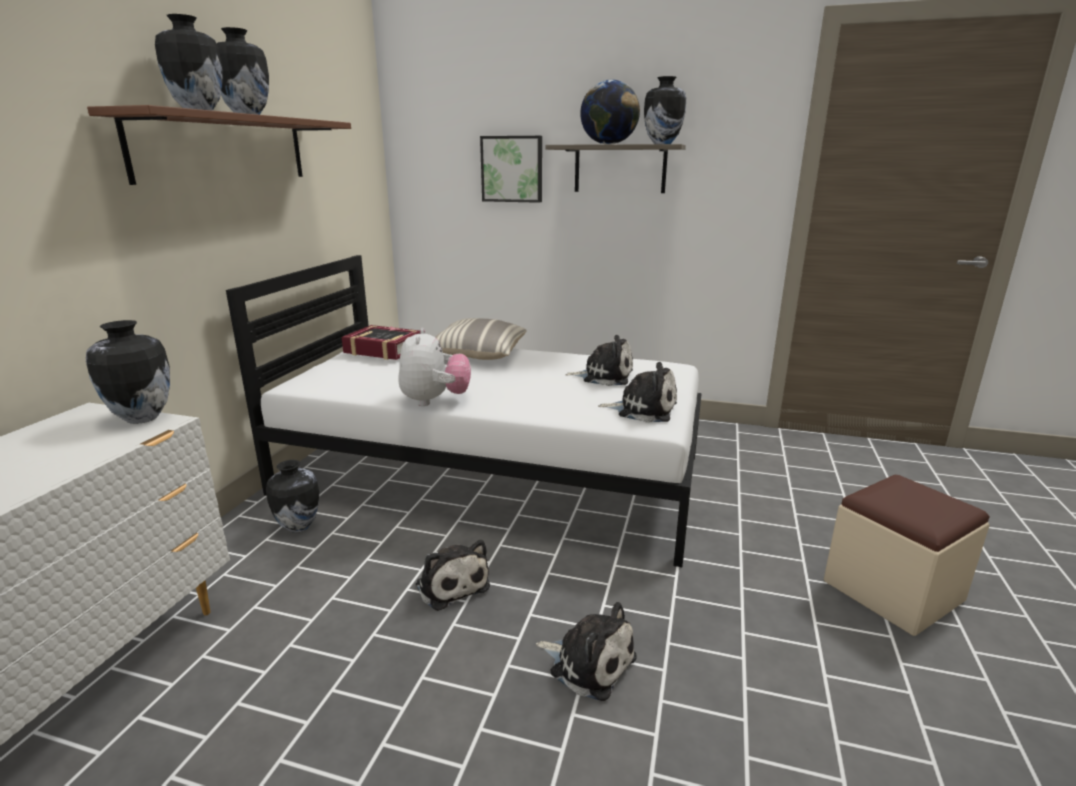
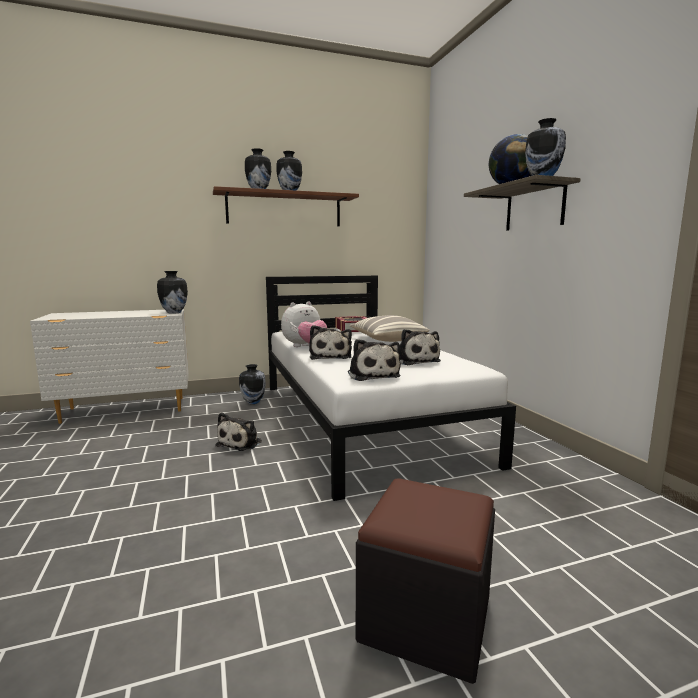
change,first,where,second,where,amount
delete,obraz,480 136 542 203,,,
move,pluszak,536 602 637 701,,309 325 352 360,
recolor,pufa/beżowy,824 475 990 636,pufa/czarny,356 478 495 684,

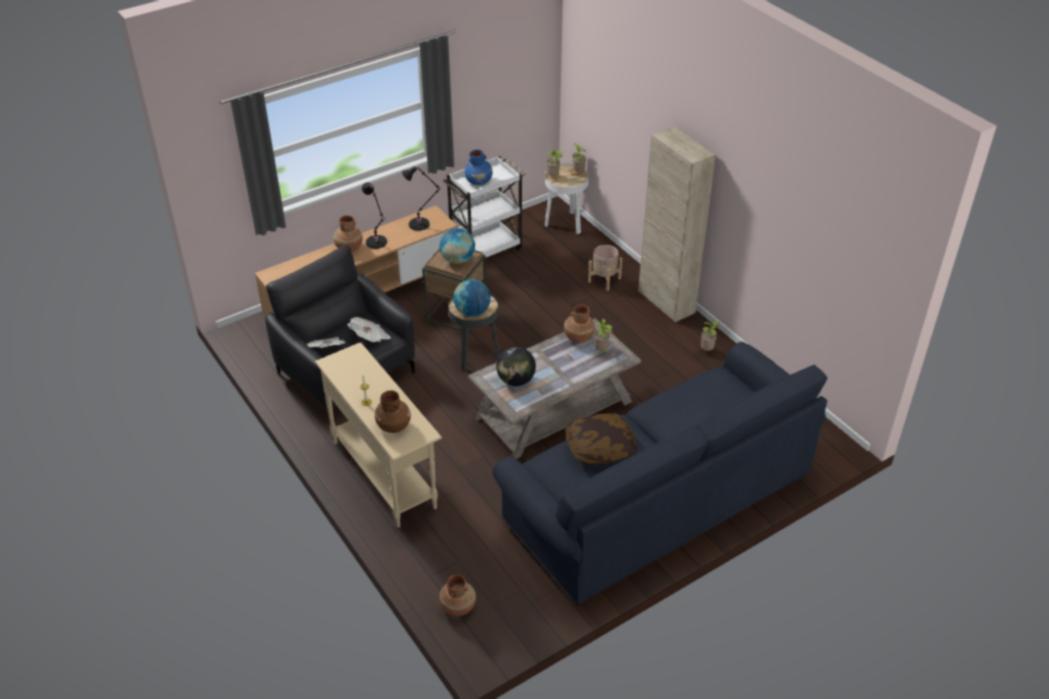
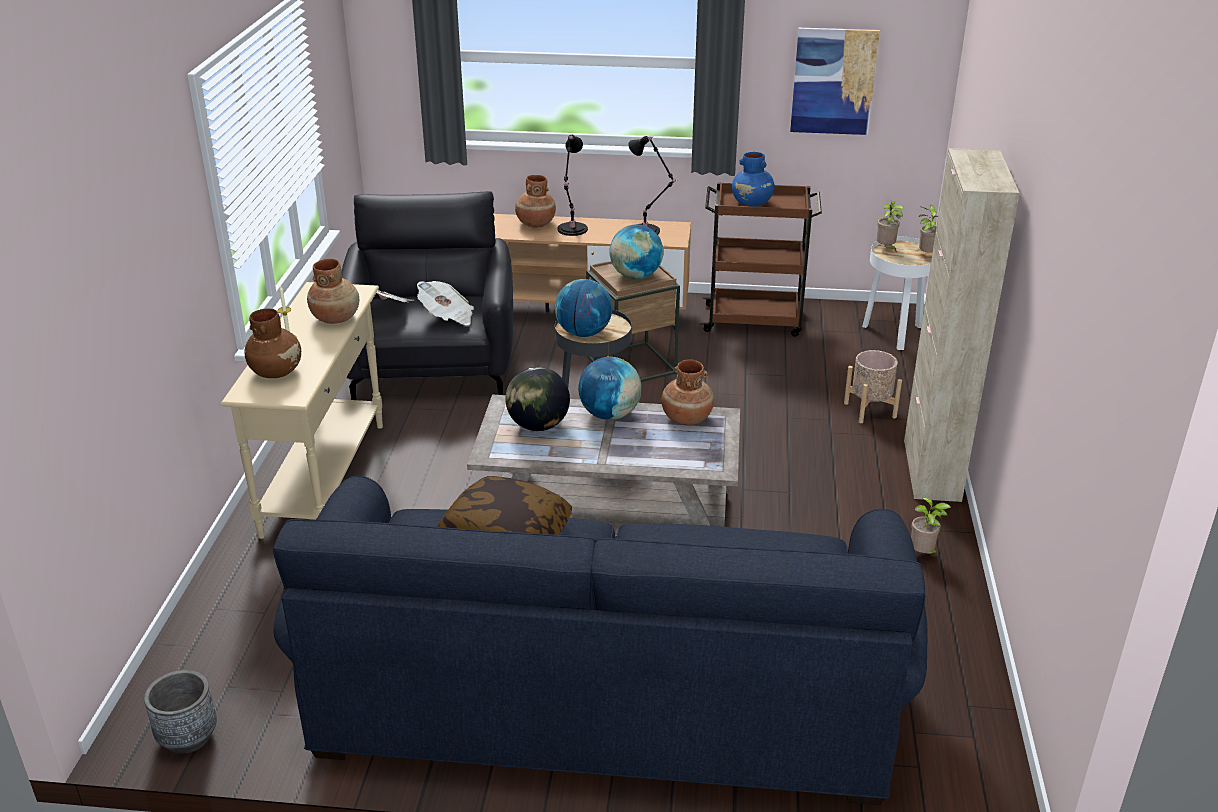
change,first,where,second,where,amount
delete,roślina doniczkowa,593 319 612 355,,,
insert,,,donica/szary,144 670 217 754,
insert,,,globus,578 357 642 420,
insert,,,obraz,790 28 880 135,
move,wazon/brązowy,439 574 476 616,,307 259 359 324,
recolor,wózek/biały,443 156 525 258,wózek/brązowy,700 182 822 337,

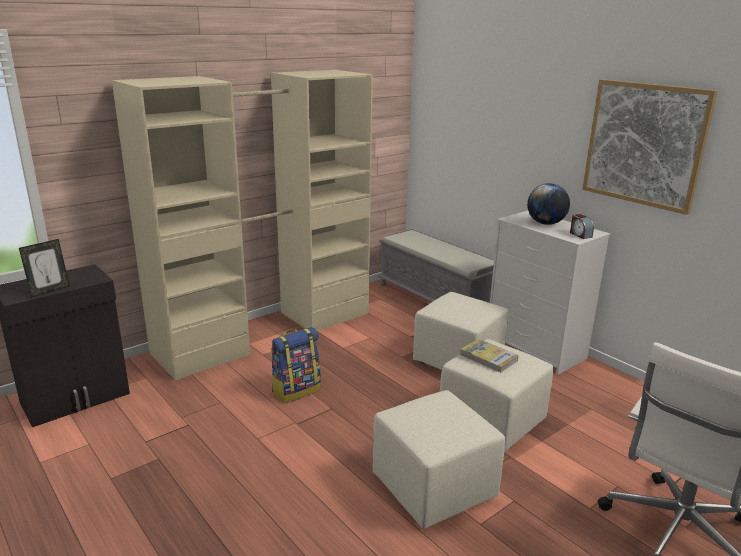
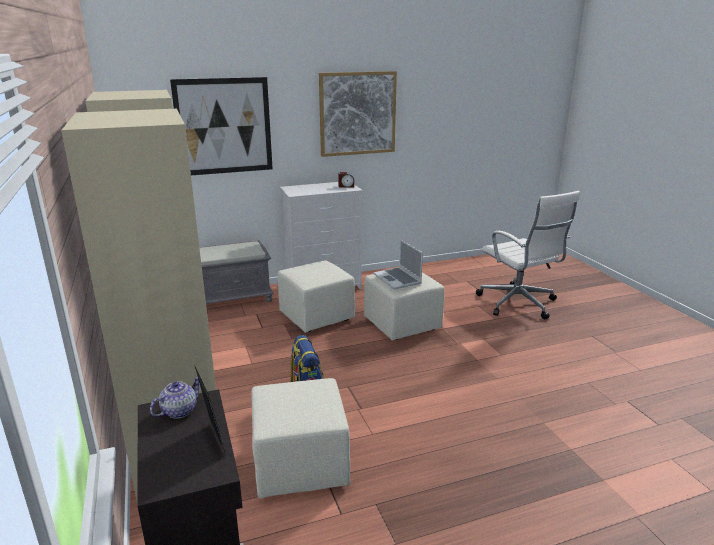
change,first,where,second,where,amount
delete,globus,527 183 570 225,,,
insert,,,imbryk,150 377 202 419,
insert,,,obraz,170 77 273 175,
move,pufa/beżowy,373 390 505 529,,251 378 350 499,
replace,książka,460 339 519 373,laptop,374 240 423 290,

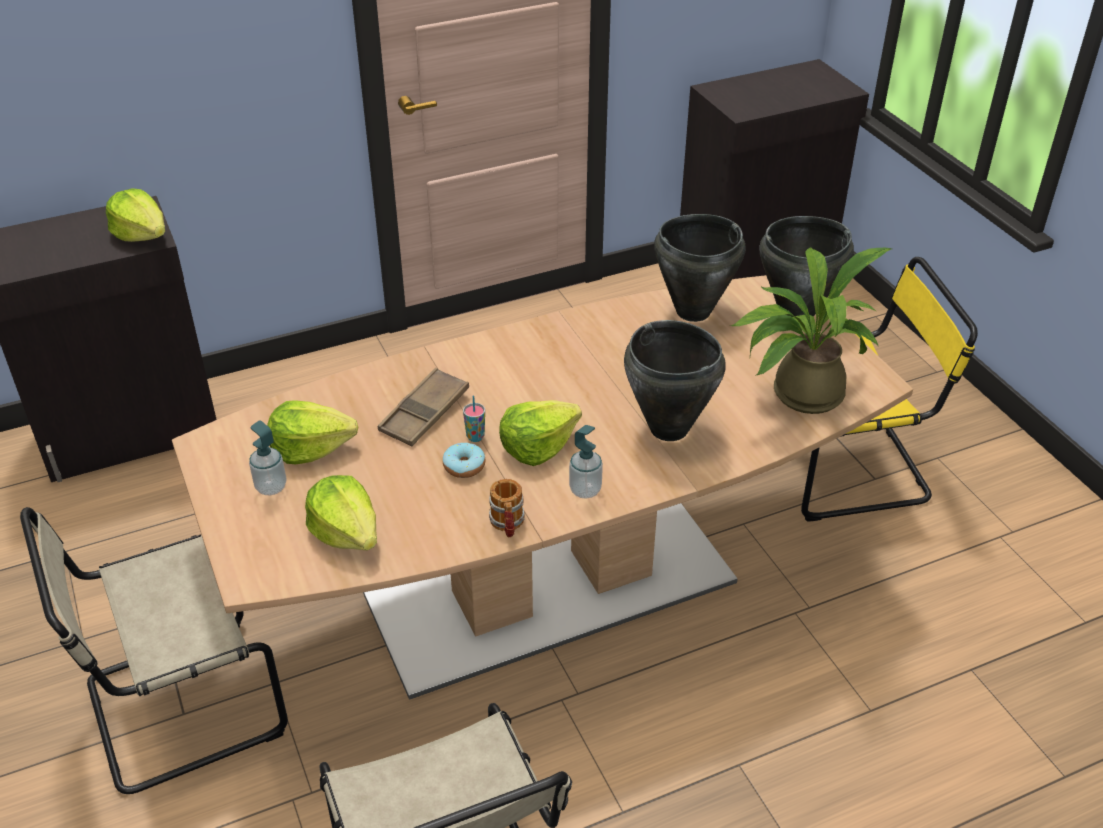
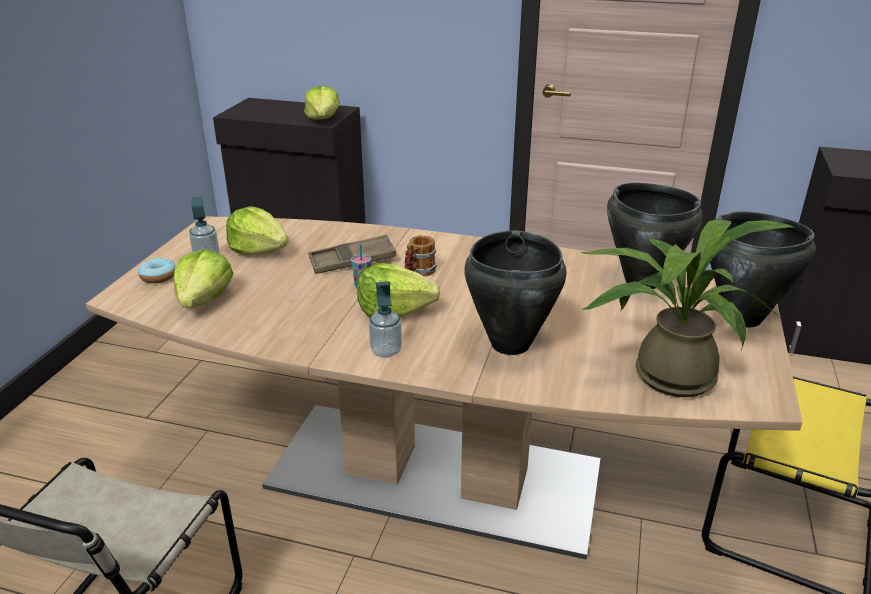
change,first,where,second,where,amount
delete,krzesło/beżowy,20 507 288 794,,,
move,donut,443 443 485 478,,138 258 175 283,
move,kubek,489 479 525 537,,405 235 437 277,

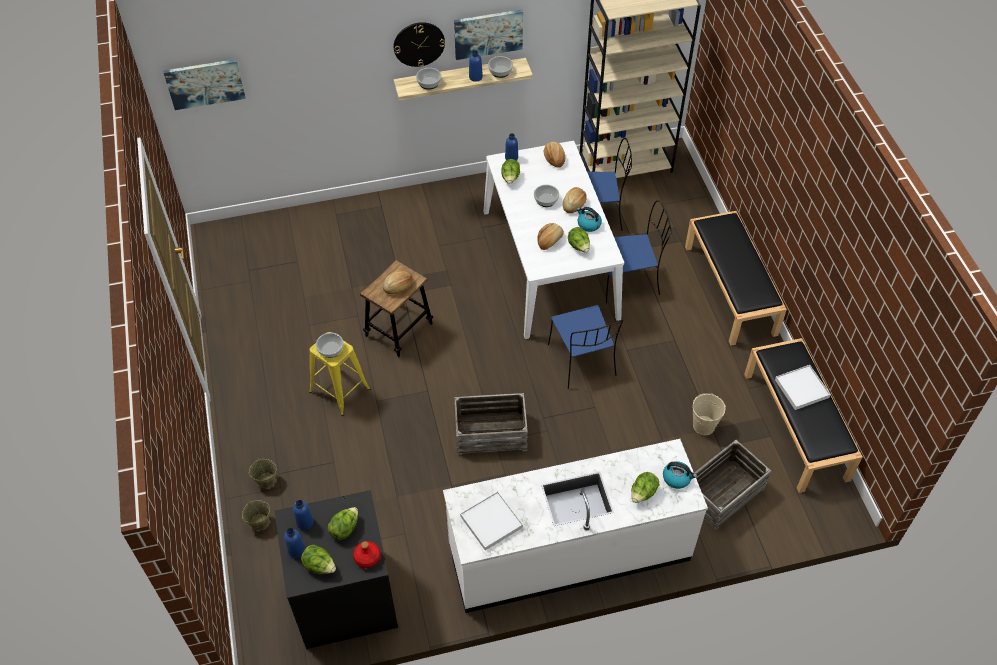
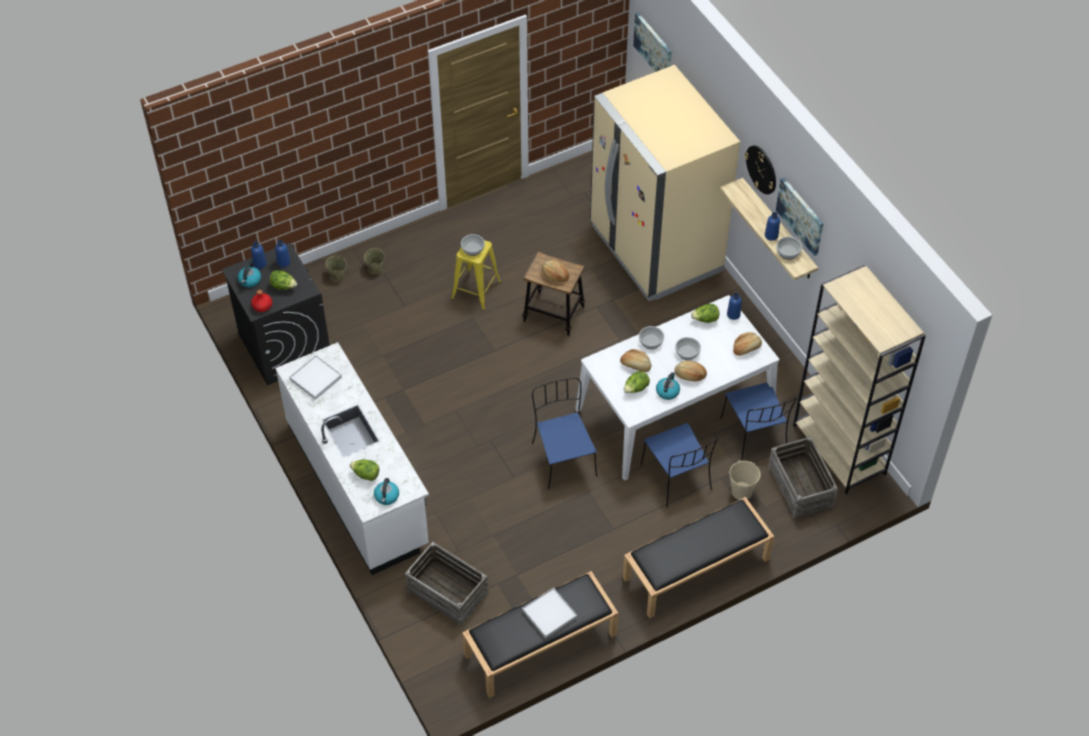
change,first,where,second,where,amount
insert,,,lodówka/beżowy,590 65 740 301,
move,miska,416 68 441 90,,639 326 664 349,
move,skrzynka,454 393 528 455,,768 437 838 519,
move,wiadro/beżowy,692 393 726 435,,730 460 761 500,
replace,sałata,301 545 336 574,czajnik,238 262 261 287,
rotate,krzesło/niebieski,548 305 623 389,,532 377 597 489,105 degrees clockwise

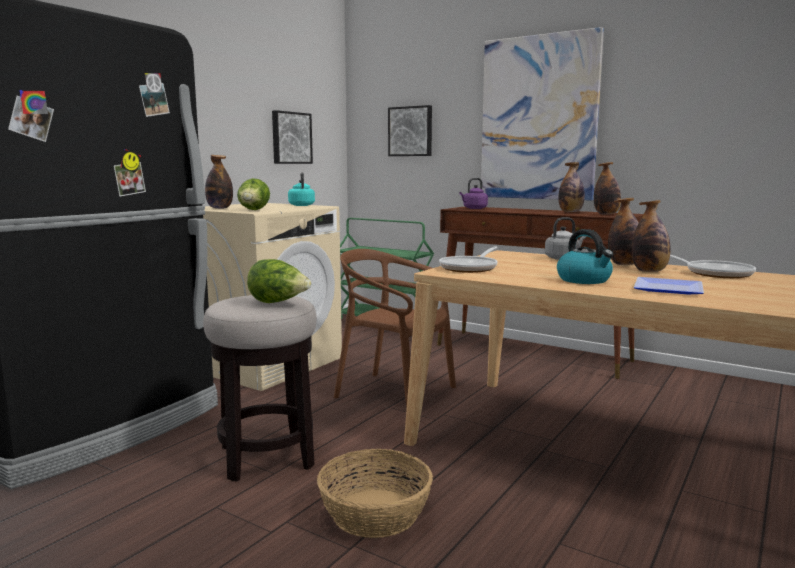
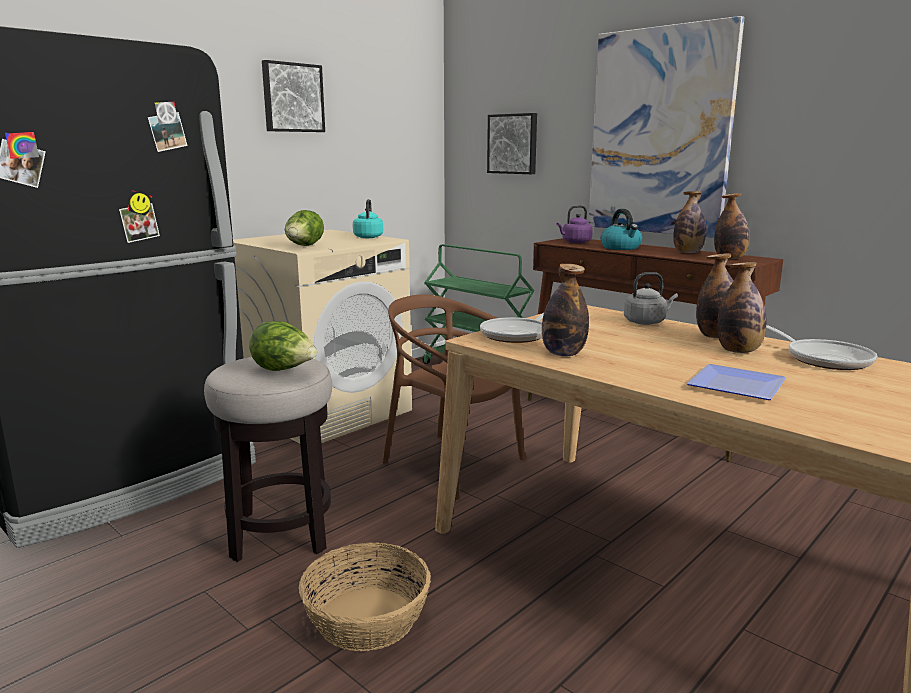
change,first,where,second,where,amount
move,butelka,205 155 233 209,,542 264 589 357,
move,obraz,272 110 313 164,,262 60 325 132,
move,czajnik,557 229 614 284,,601 209 642 250,

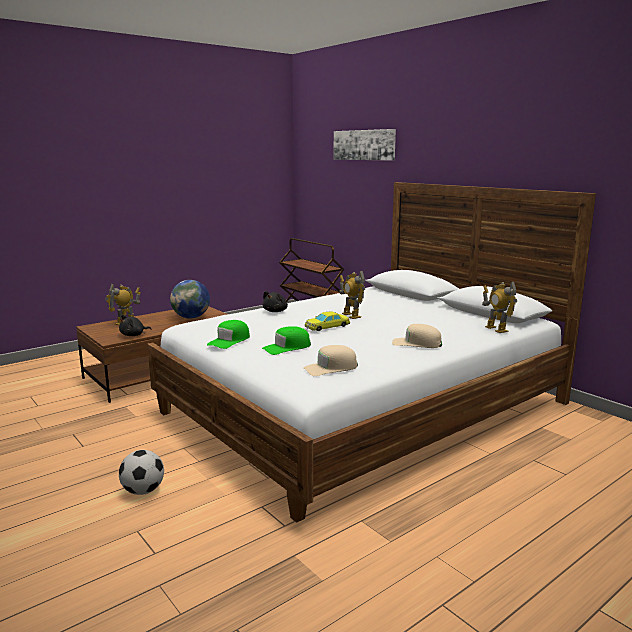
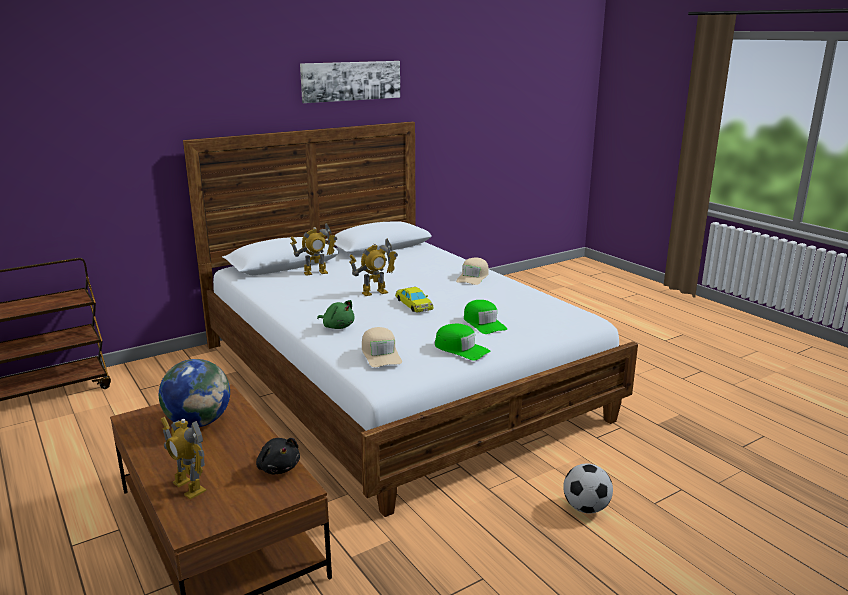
change,first,where,second,where,amount
move,czapka z daszkiem/beżowy,303 345 358 376,,362 327 402 367,
move,obraz,333 129 396 161,,300 61 400 103,
move,robot zabawkowy,482 282 517 333,,290 223 337 276,
recolor,pluszak/czarny,263 291 288 312,pluszak/zielony,317 300 355 329,

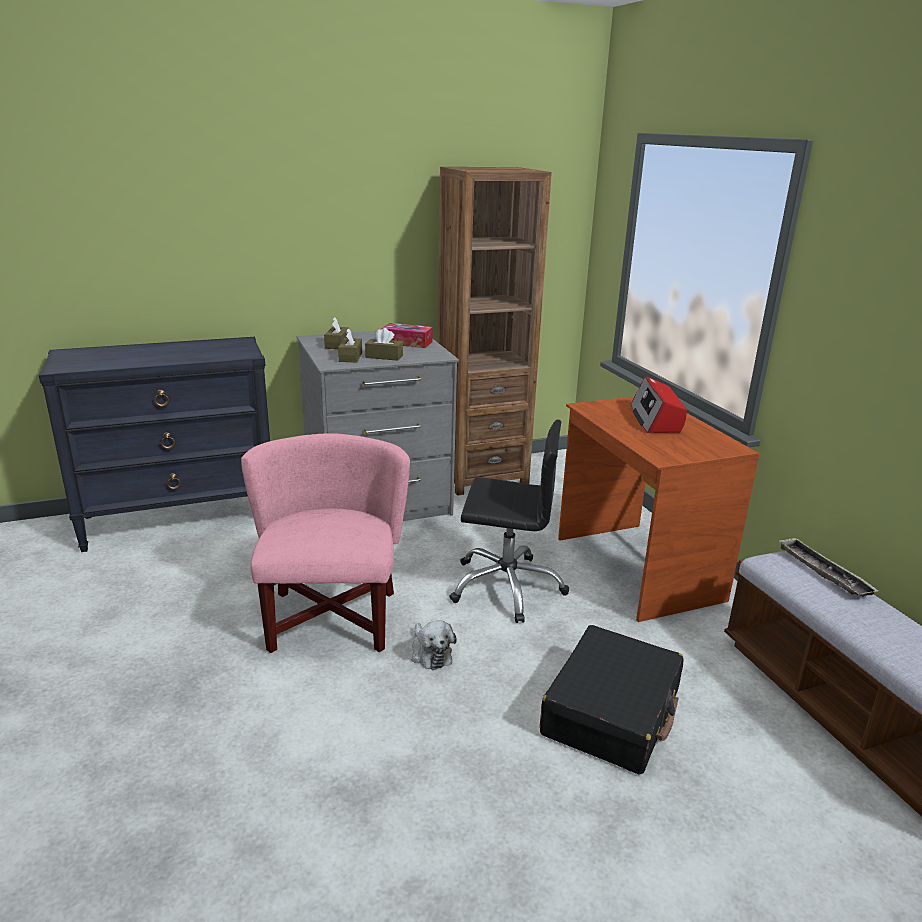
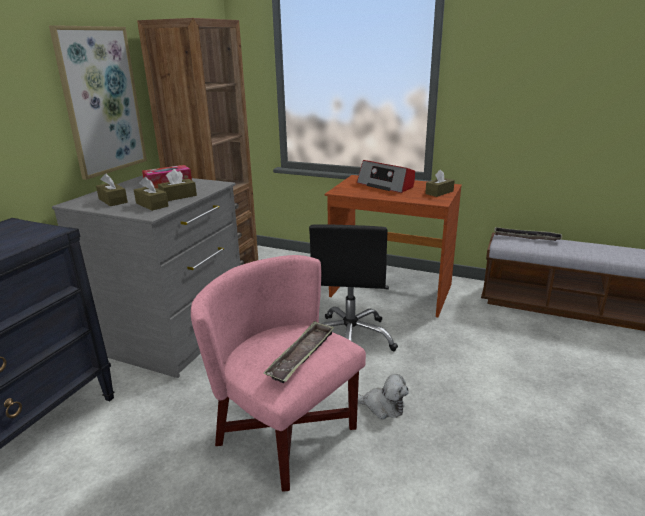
change,first,where,second,where,amount
delete,walizka/czarny,540 625 684 775,,,
insert,,,obraz,49 25 147 180,
insert,,,taca,263 321 334 383,
insert,,,pudełko chusteczek/brązowy,425 169 455 197,
rotate,krzesło biurowe/czarny,449 420 569 623,,309 224 398 351,135 degrees clockwise

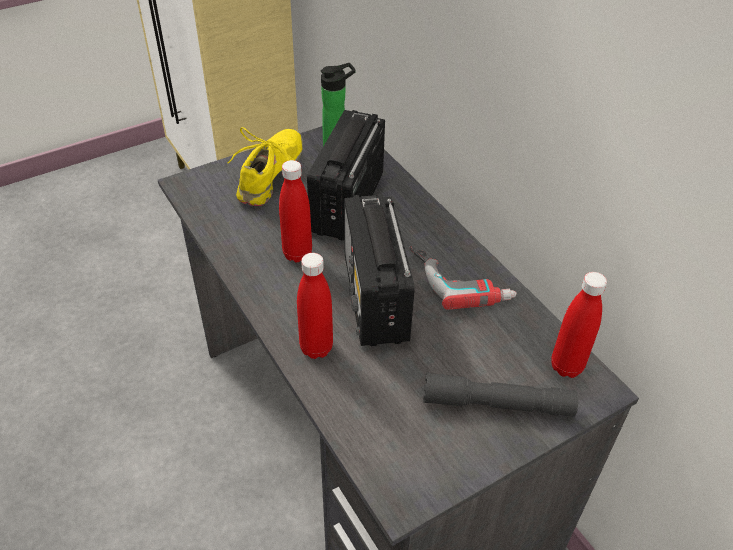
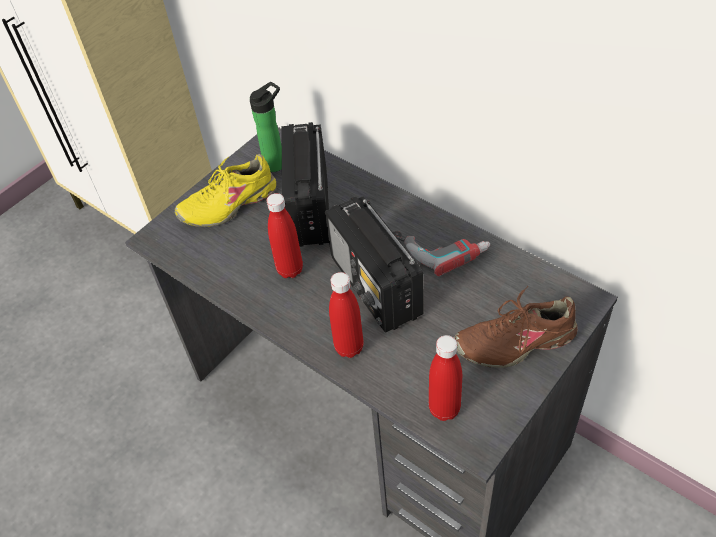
change,first,where,second,where,amount
move,butelka/czerwony,551 272 607 378,,429 335 462 421,
replace,latarka/szary,423 372 578 417,but/brązowy,454 286 578 368,
rotate,but/żółty,228 127 303 206,,174 154 276 227,120 degrees counterclockwise

